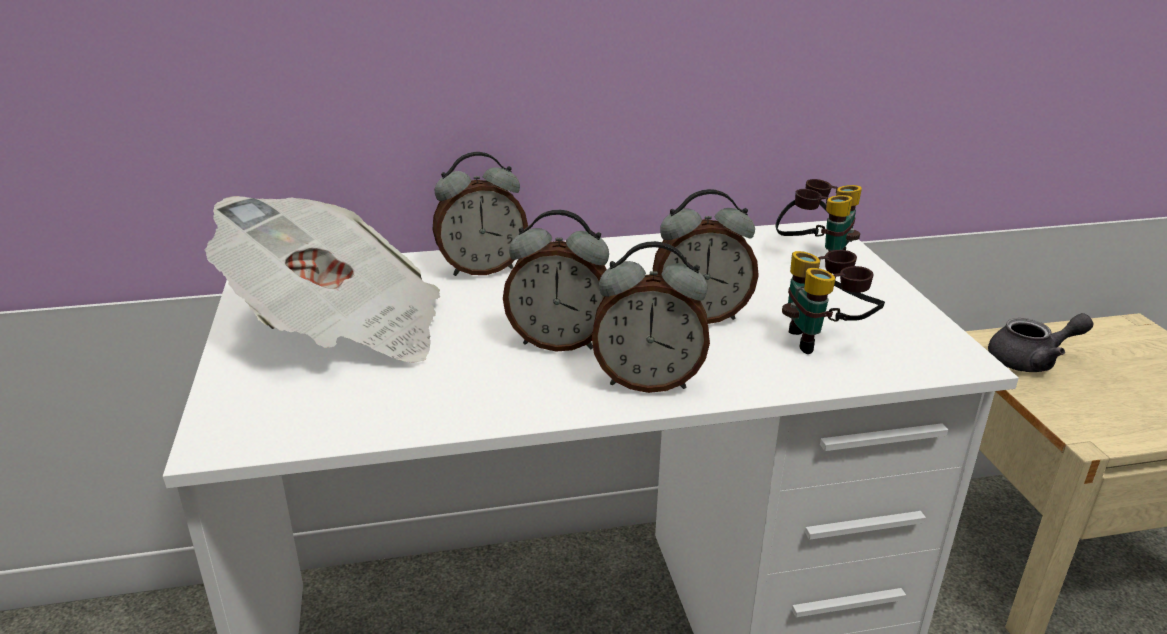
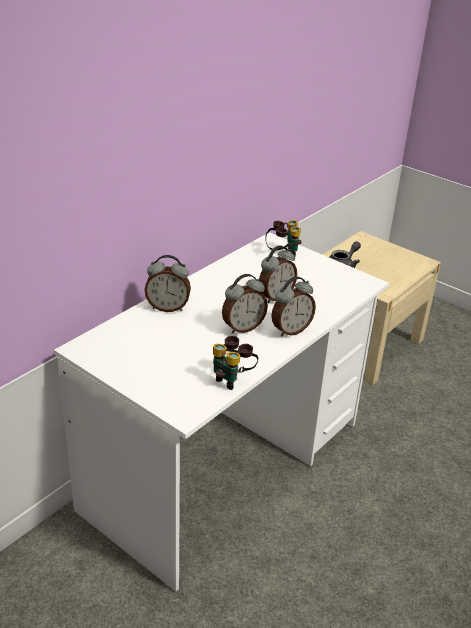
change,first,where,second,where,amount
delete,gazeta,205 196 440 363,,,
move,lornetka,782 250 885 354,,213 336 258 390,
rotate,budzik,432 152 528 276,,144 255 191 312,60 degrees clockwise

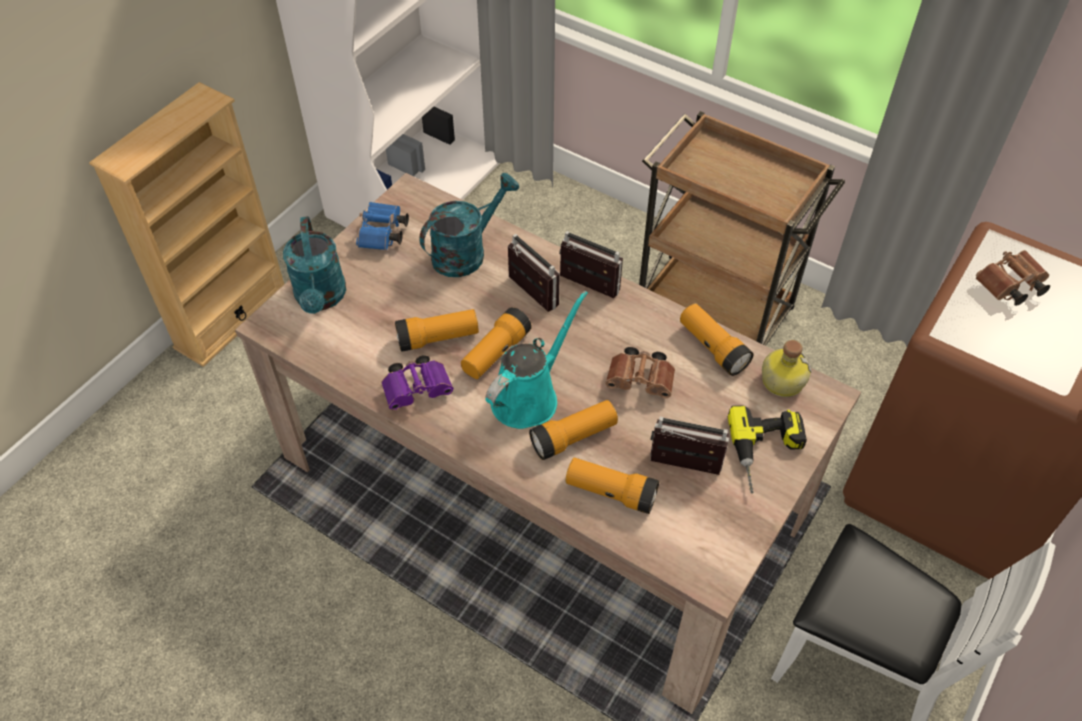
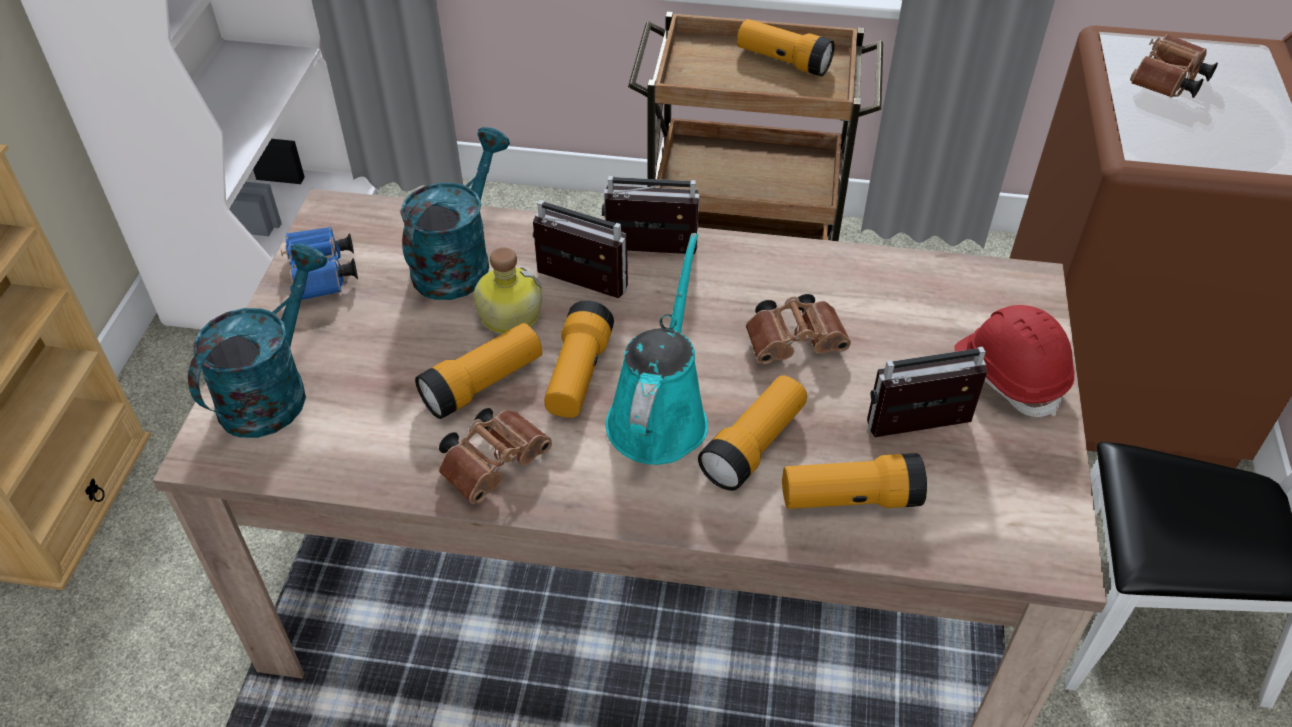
change,first,where,second,where,amount
move,latarka,680 304 753 376,,737 19 835 76,
move,butelka,762 340 812 397,,473 247 542 334,
replace,wiertarka,728 405 807 494,kask/czerwony,954 305 1075 417,
recolor,lornetka/fioletowy,381 355 454 411,lornetka/brązowy,439 408 552 504,
rotate,konewka/turkusowy,283 216 346 314,,188 244 328 438,120 degrees counterclockwise

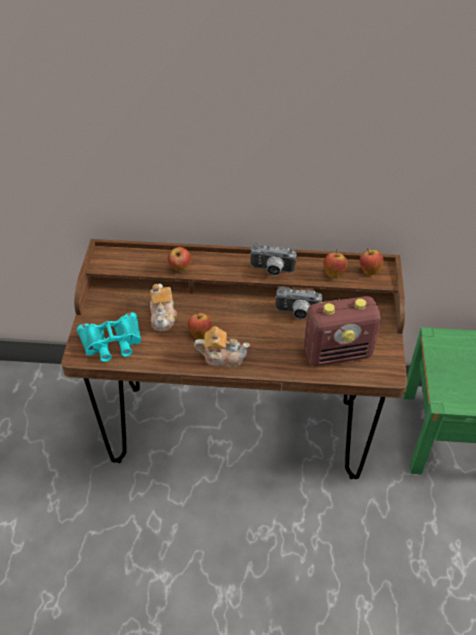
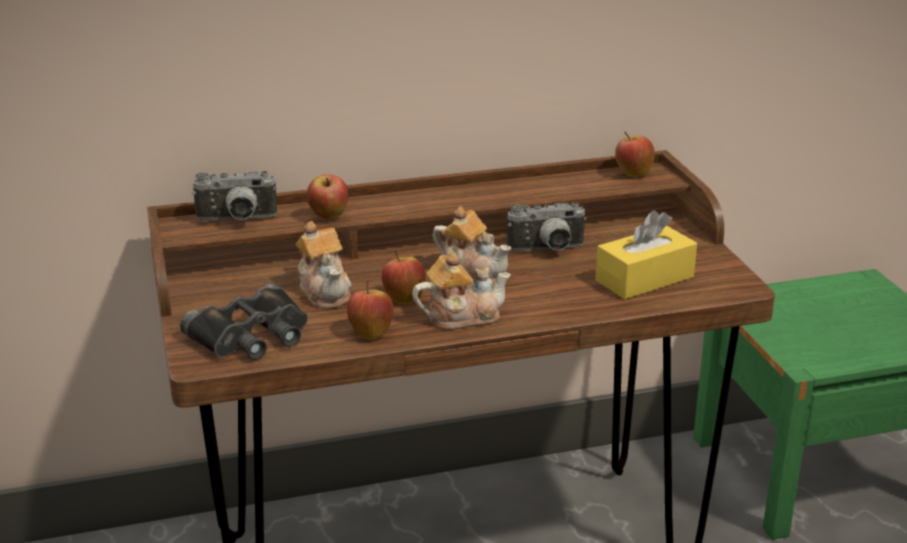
change,first,where,second,where,amount
insert,,,imbryk,433 206 511 282,
move,aparat fotograficzny,250 243 296 276,,192 171 277 221,
move,jabłko,324 249 347 279,,347 281 394 340,
replace,radio,304 296 381 366,pudełko chusteczek/żółty,595 210 697 299,
recolor,lornetka/turkusowy,77 312 141 362,lornetka/czarny,180 284 308 360,

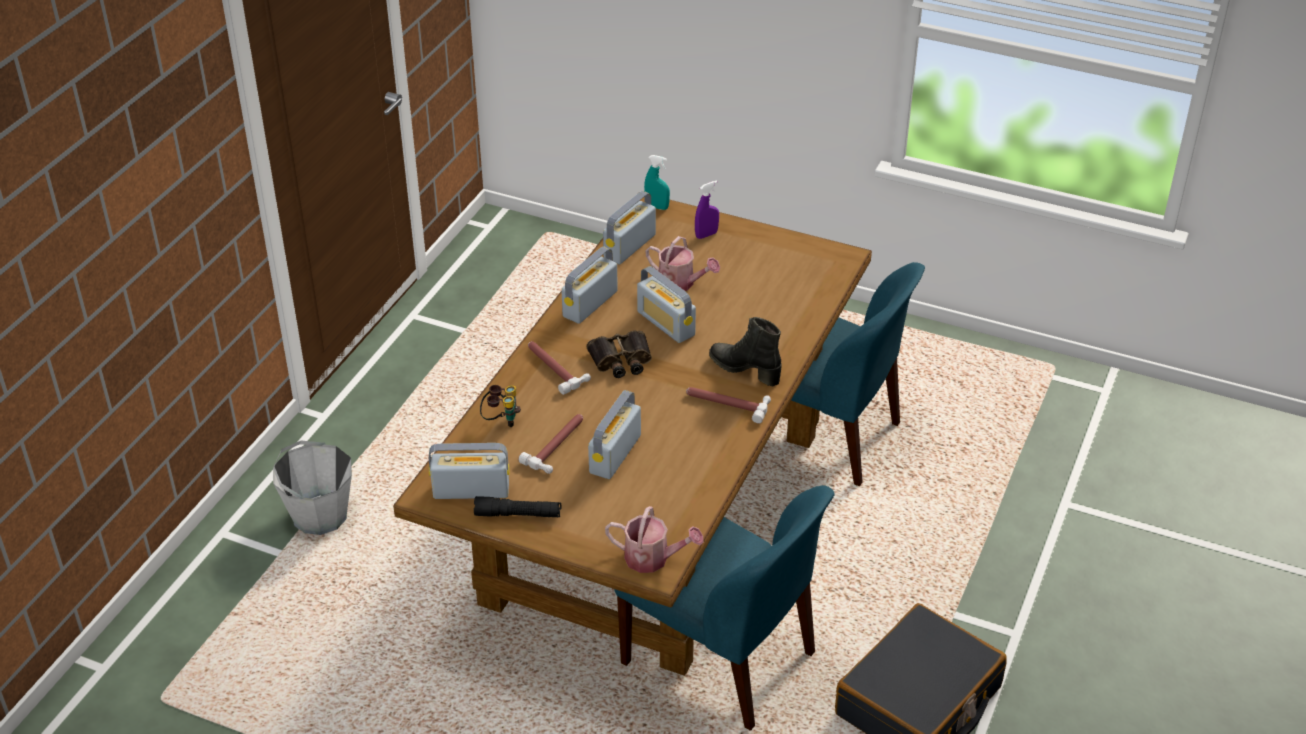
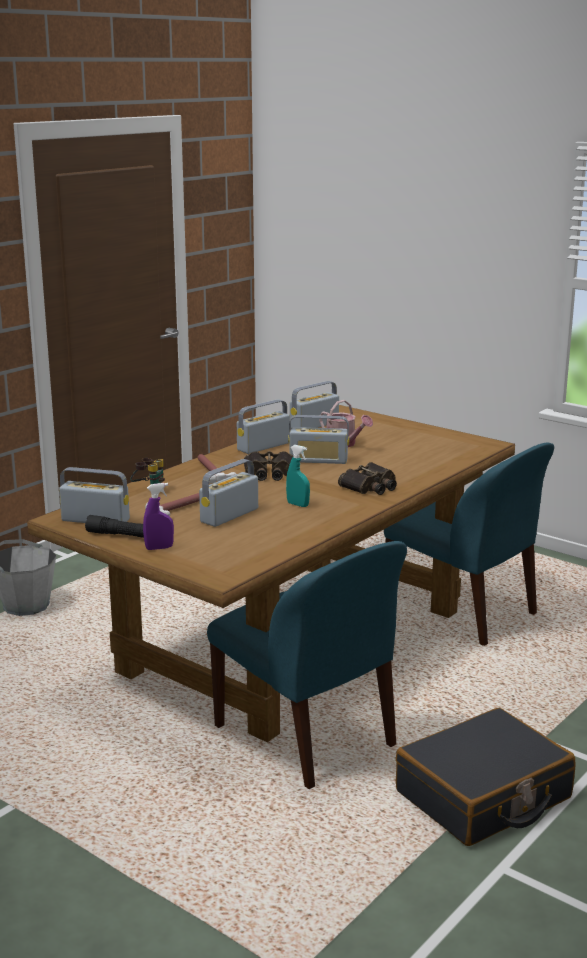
change,first,where,second,where,amount
delete,konewka,605 506 703 573,,,
delete,młotek,686 387 771 423,,,
move,spryskiwacz/turkusowy,644 155 670 210,,286 445 310 507,
move,spryskiwacz/fioletowy,695 181 719 239,,143 483 174 550,
replace,but z cholewką/czarny,709 317 782 386,lornetka,338 462 397 495,
rotate,radio,637 266 696 343,,288 415 349 464,60 degrees counterclockwise

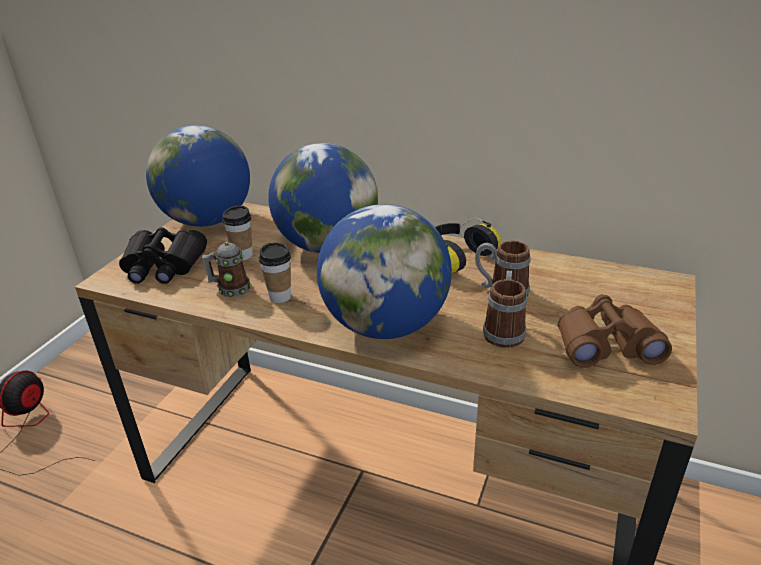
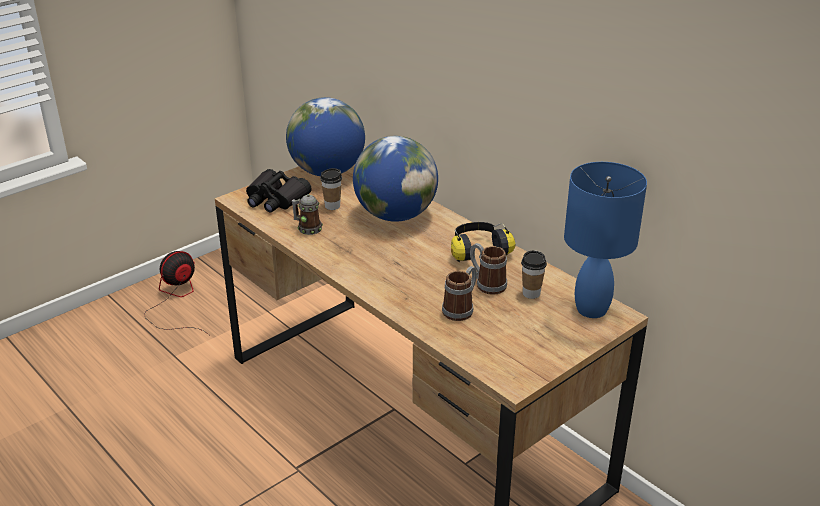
change,first,where,second,where,amount
delete,globus,317 204 452 339,,,
delete,lornetka/brązowy,558 294 672 368,,,
insert,,,lampa stołowa/niebieski,564 162 647 318,
move,filiżanka,259 242 291 303,,521 250 547 299,

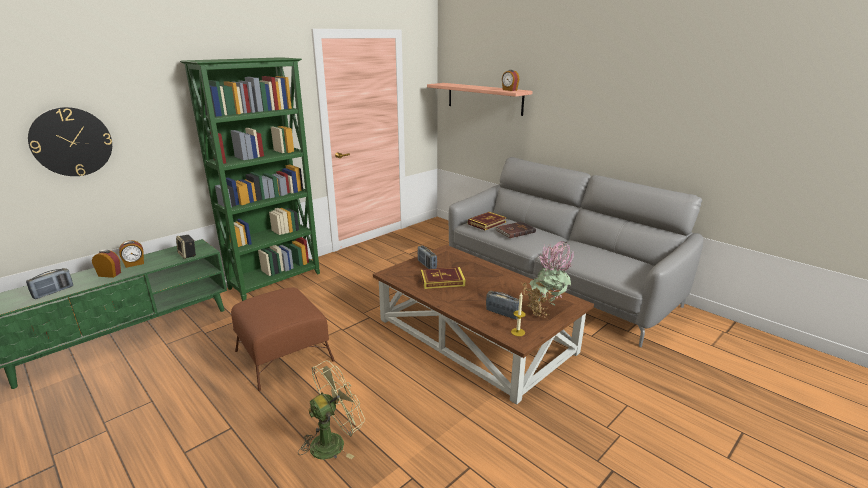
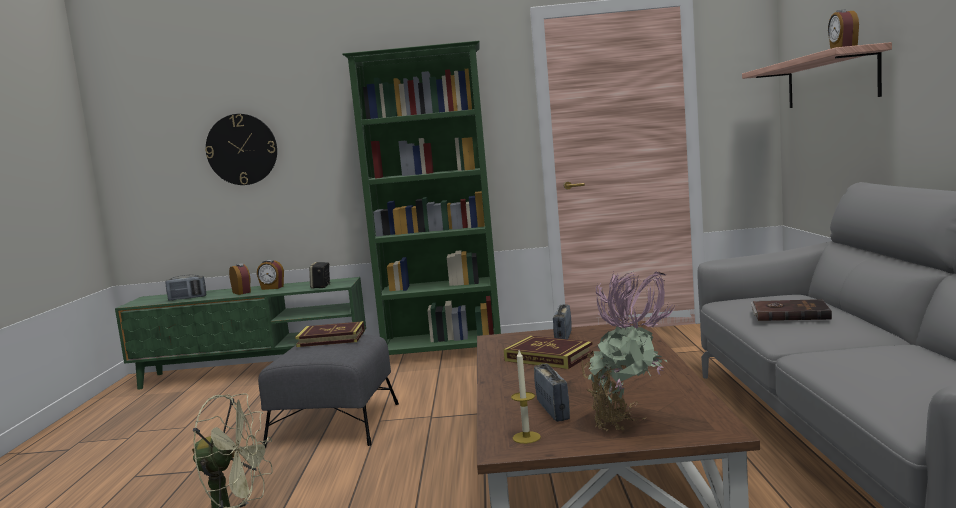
change,first,where,second,where,amount
move,książka,468 212 506 230,,295 321 365 347,
recolor,pufa/brązowy,231 288 335 391,pufa/szary,258 334 399 448,

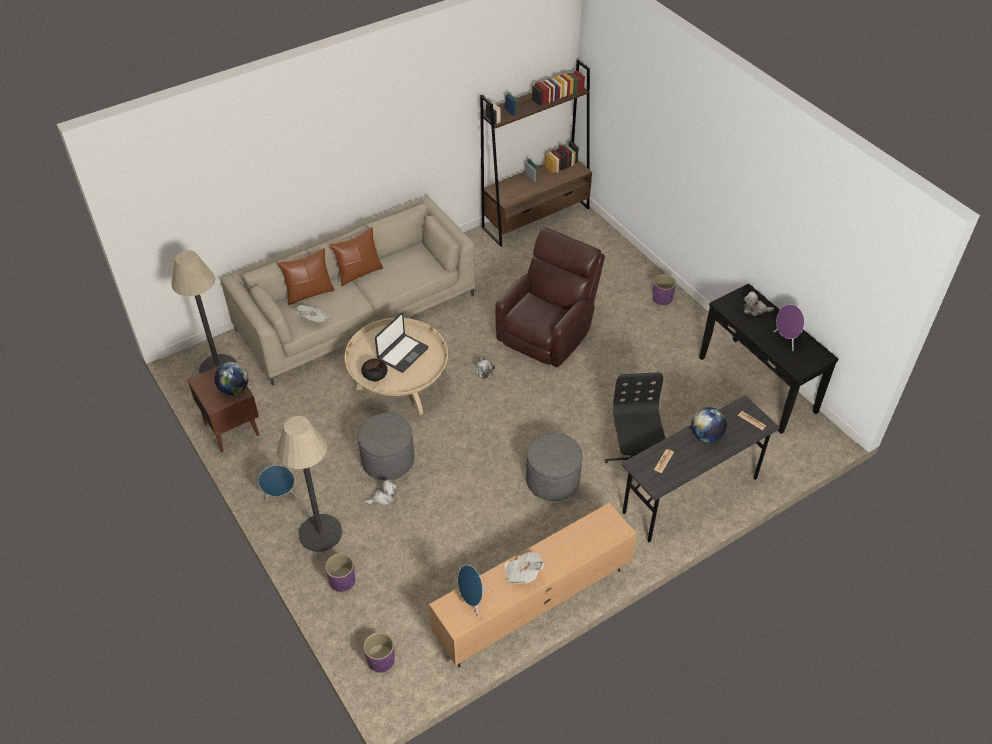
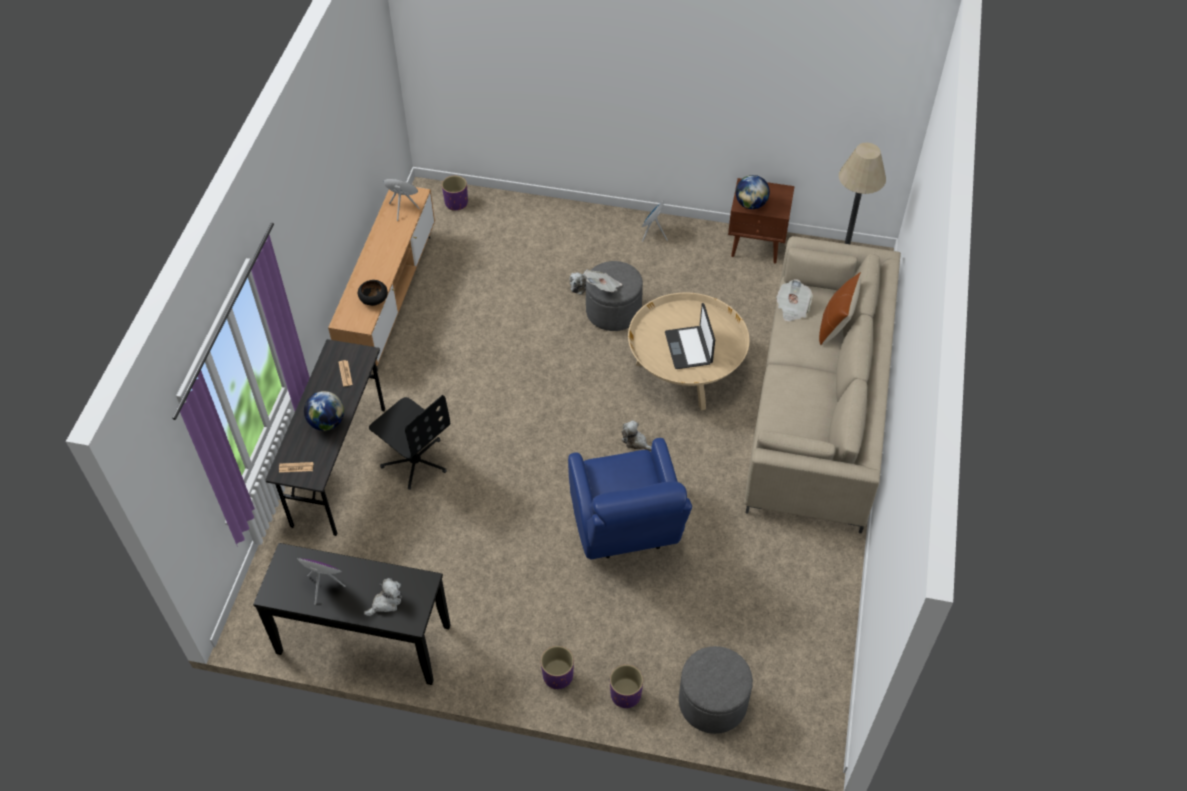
change,first,where,second,where,amount
delete,lampa stojąca,277 416 343 552,,,
delete,poduszka/brązowy,329 227 383 286,,,
delete,regał/brązowy,480 60 592 247,,,
move,donica/fioletowy,325 553 355 592,,610 665 643 708,
move,miska/czarny,361 359 387 382,,358 280 388 306,
move,gazeta,504 552 544 584,,585 270 622 293,
move,pufa/szary,526 433 582 501,,679 646 753 734,
recolor,fotel/brązowy,495 228 605 367,fotel/niebieski,568 438 692 560,

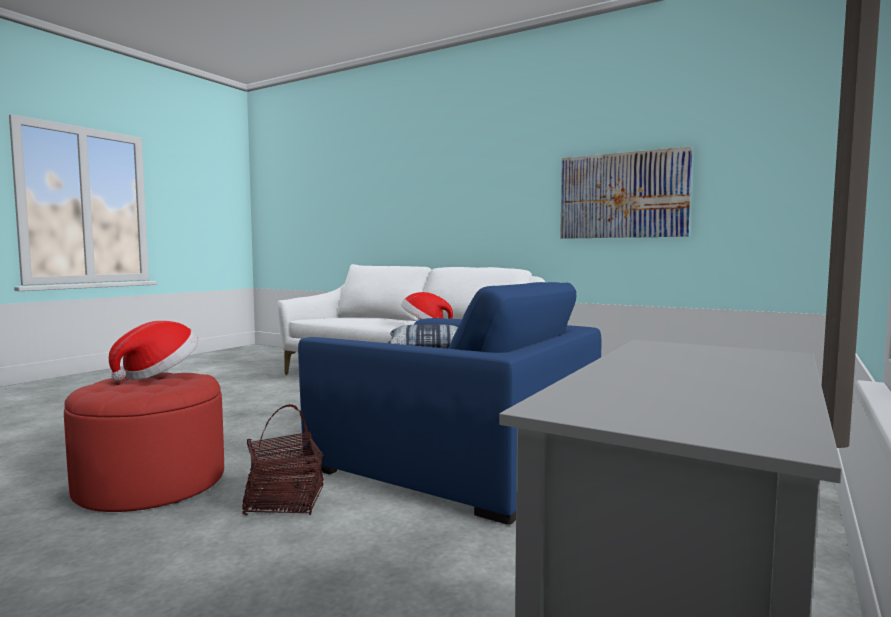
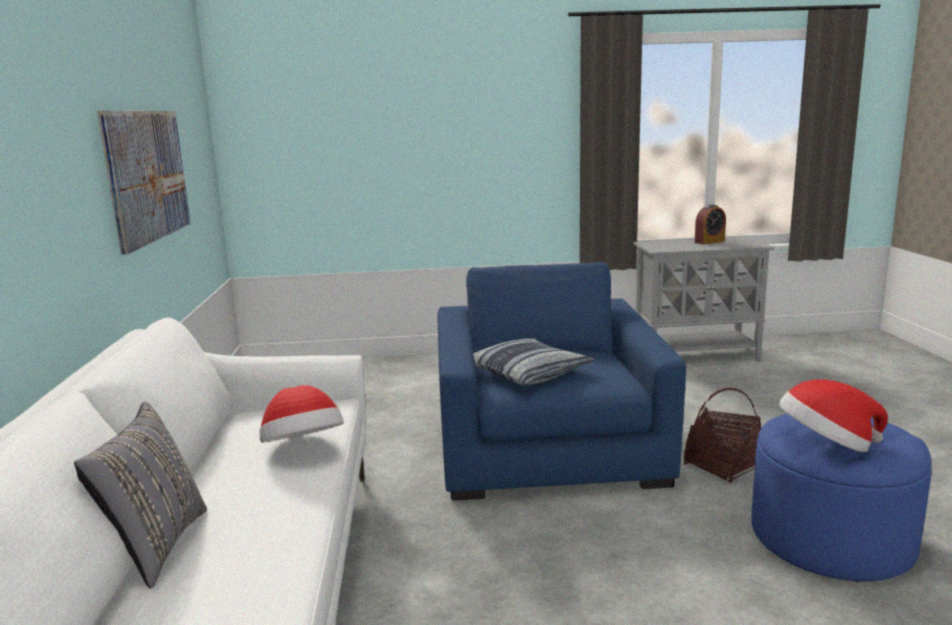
change,first,where,second,where,amount
insert,,,poduszka/szary,74 402 207 589,
insert,,,budzik,695 204 726 245,
recolor,pufa/czerwony,64 372 224 512,pufa/niebieski,751 413 932 582,

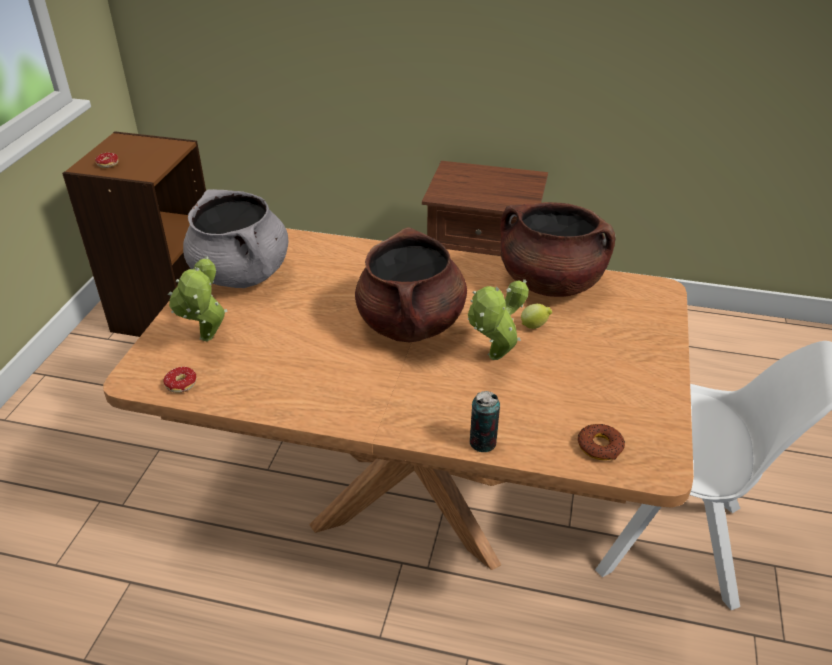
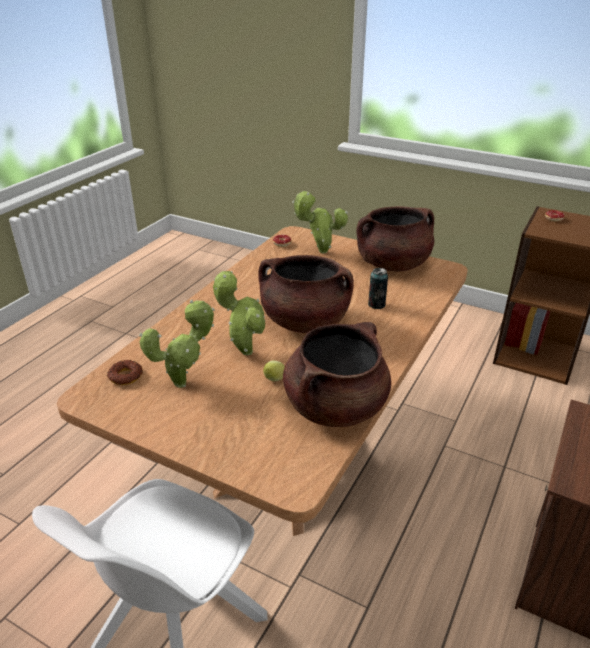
change,first,where,second,where,amount
insert,,,roślina doniczkowa,139 300 215 388,
move,puszka,470 391 500 452,,368 268 388 309,
recolor,garnek/szary,183 189 288 288,garnek/brązowy,356 206 434 272,

